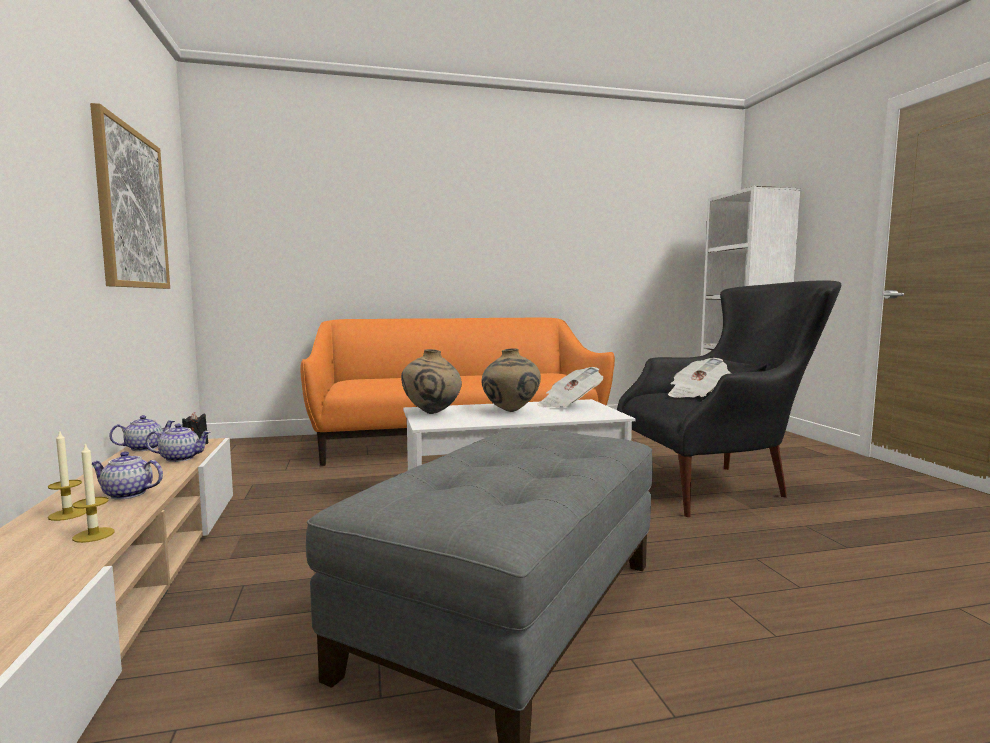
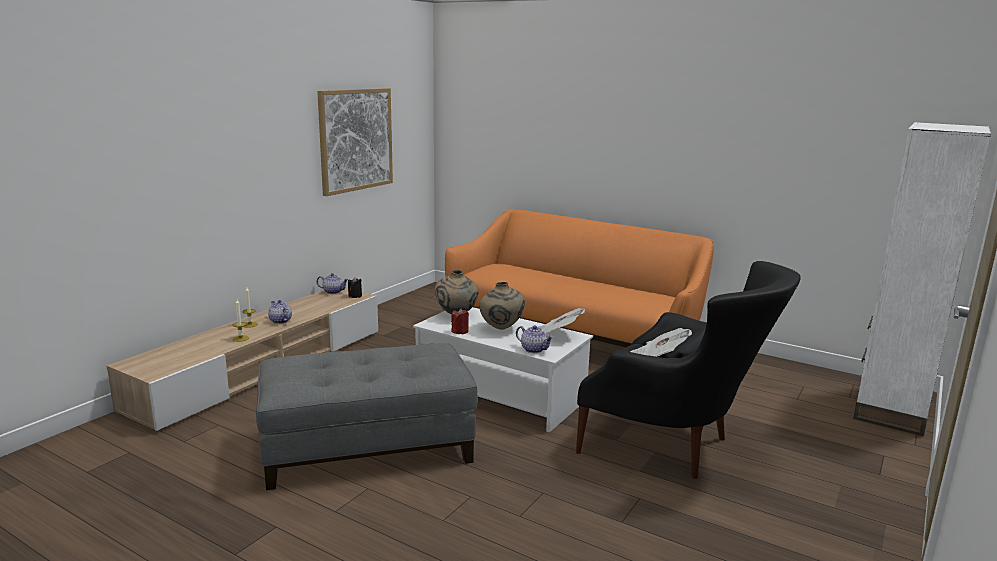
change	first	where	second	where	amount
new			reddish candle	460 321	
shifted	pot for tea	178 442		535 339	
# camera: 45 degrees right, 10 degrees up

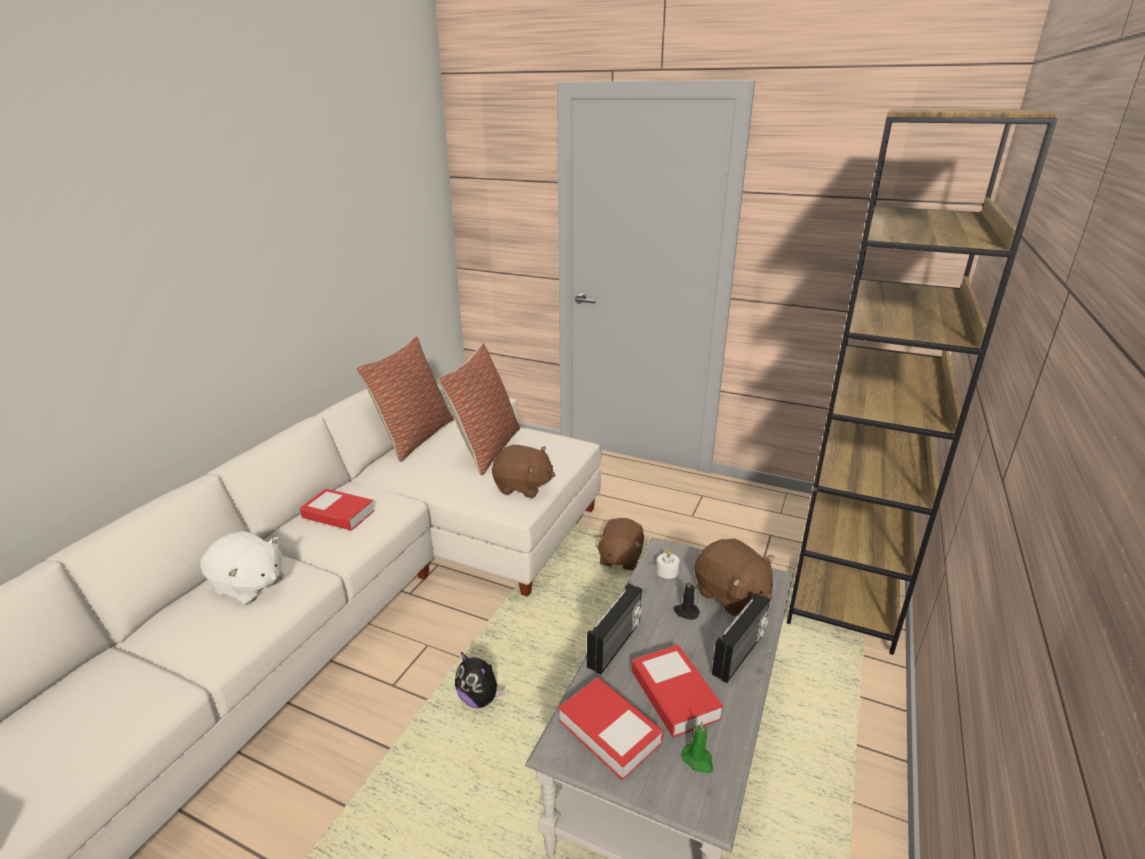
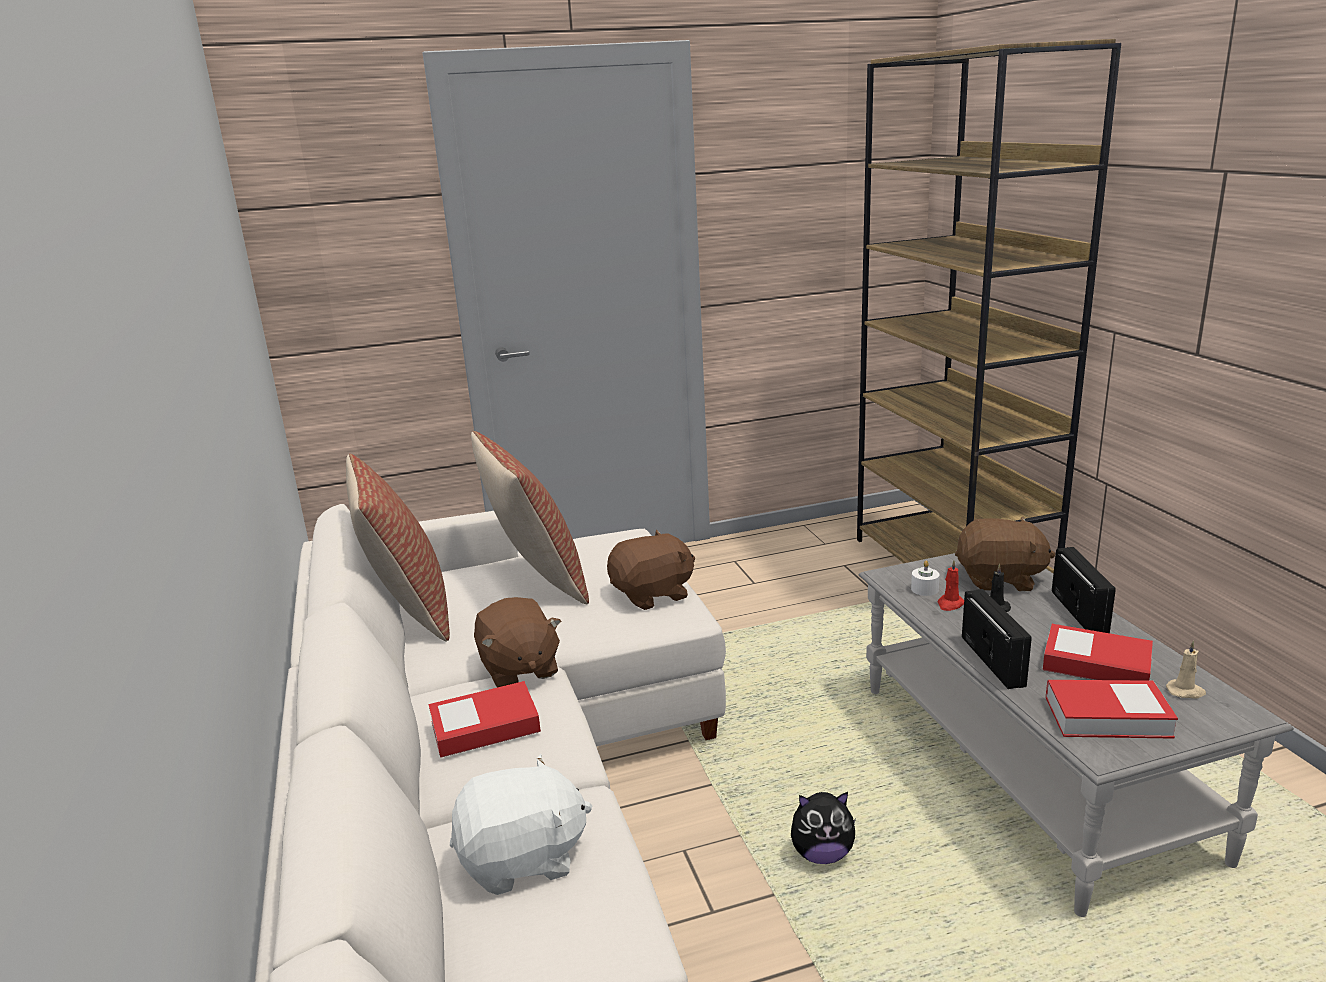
change	first	where	second	where	amount
new			reddish candle	951 585	
shifted	brownish soft toy	619 544		517 642	
repainted	greenish candle	697 747	beige-coloured candle	1186 669	
# camera: 40 degrees left, 5 degrees down

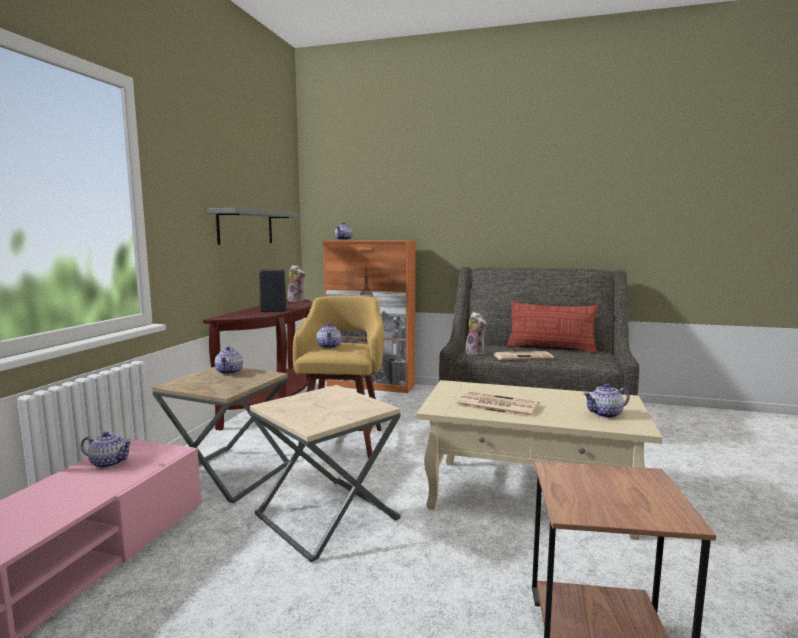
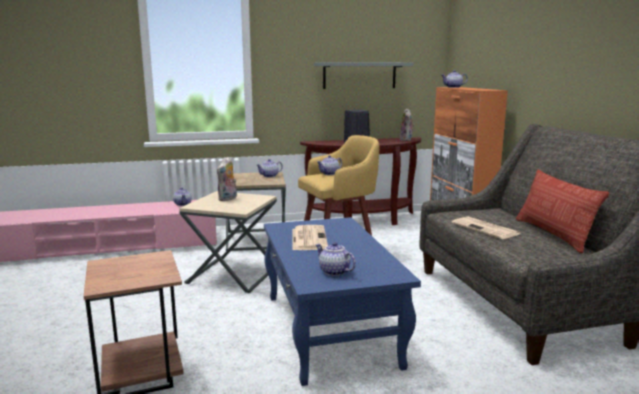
change	first	where	second	where	amount
shifted	soft toy	476 334		227 179	
repainted	beige-coloured coffee table	539 460	blue-coloured coffee table	342 301	
# camera: 60 degrees right, 5 degrees up

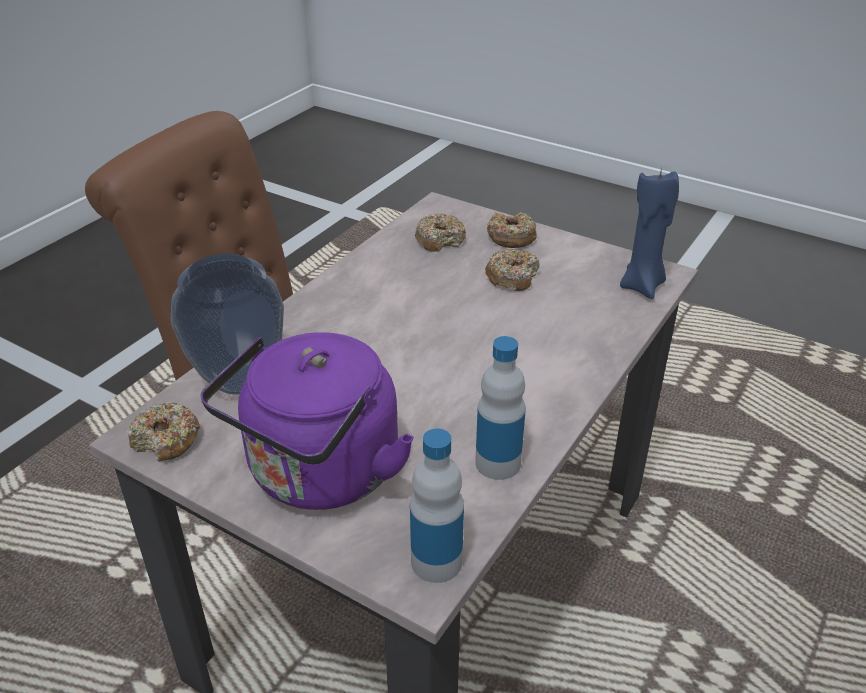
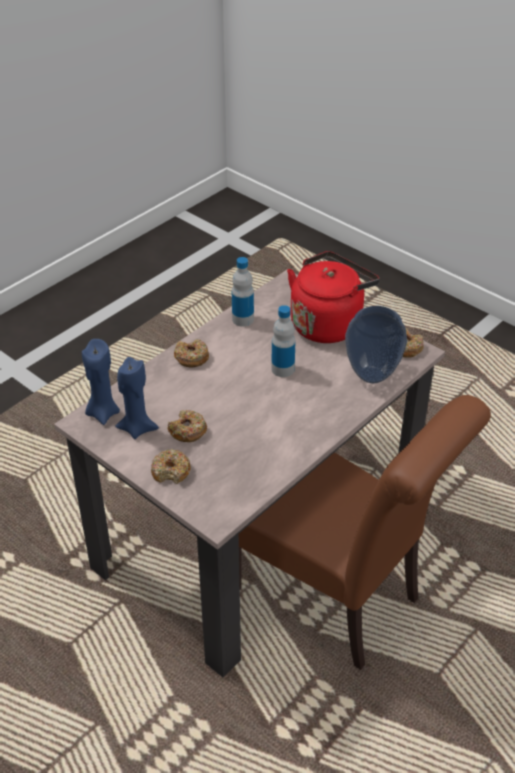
change	first	where	second	where	amount
new			blue-coloured candle	137 398	
shifted	beverage bottle	437 505		283 341	
shifted	ring doughnut	440 232		191 353	
repainted	purplish kettle	307 421	reddish kettle	333 297	
# camera: 170 degrees left, 5 degrees up

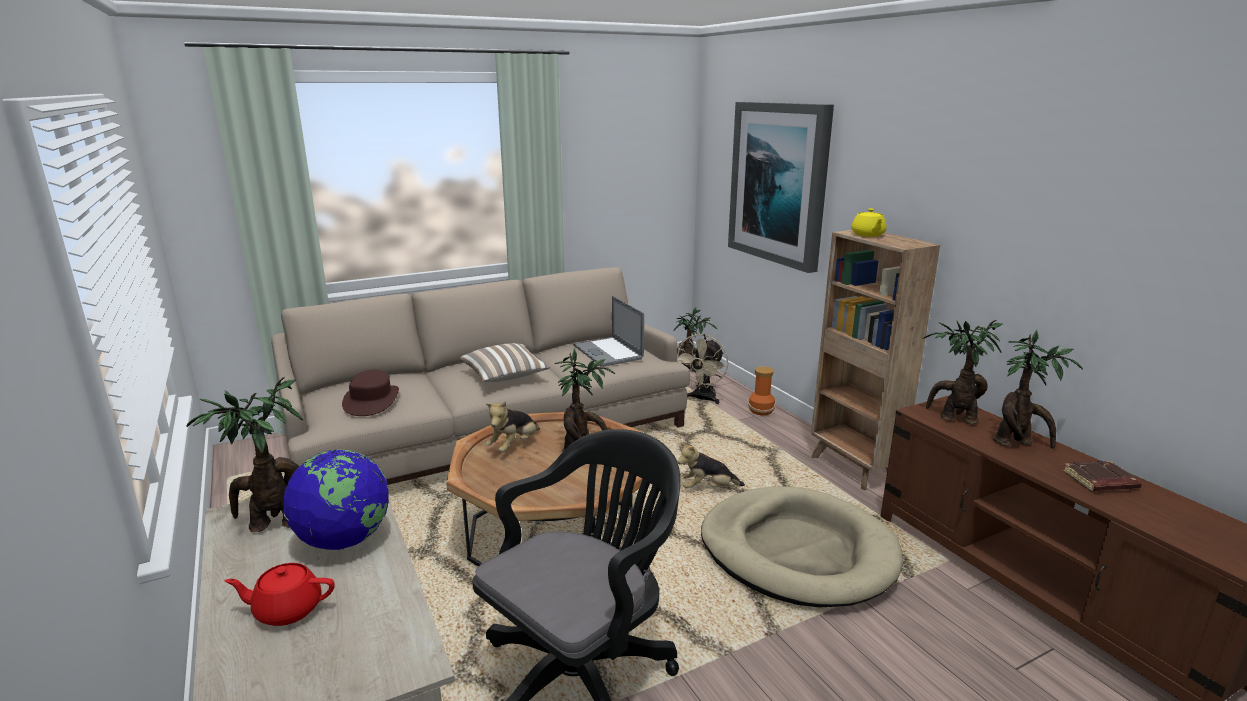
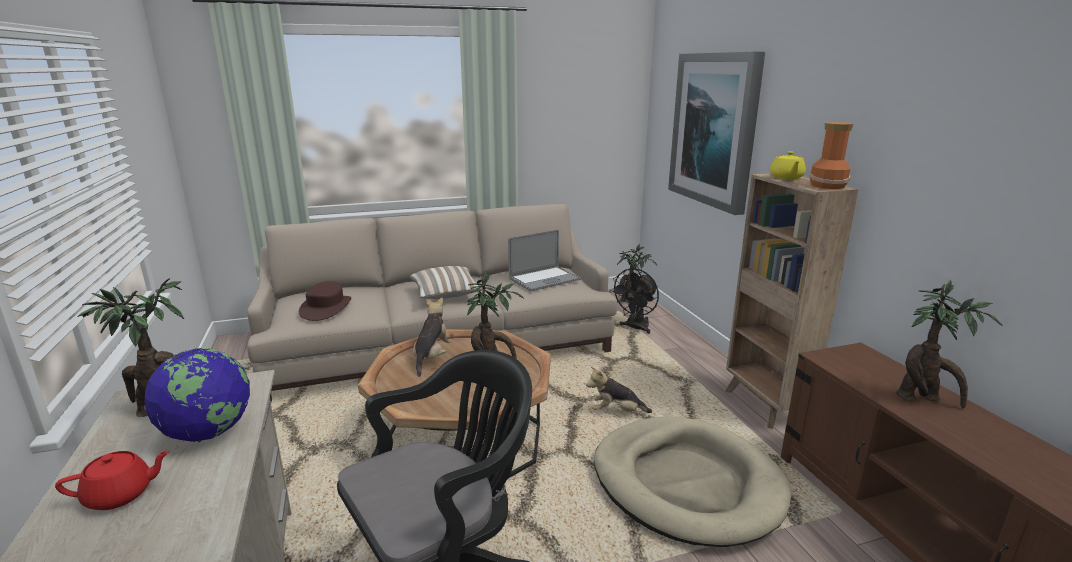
change	first	where	second	where	amount
gone	plant in a pot	962 372			
gone	brownish book	1102 476			
shifted	decorative vase	761 390		831 155	
repainted	beige-coloured electric fan	702 369	black-coloured electric fan	634 301	
rotated	reddish pot for tea	279 594		112 480	150 degrees clockwise
rotated	soft toy	513 427		432 337	150 degrees clockwise
rotated	notebook computer	608 331		544 260	105 degrees counterclockwise
# camera: 10 degrees right, 0 degrees up

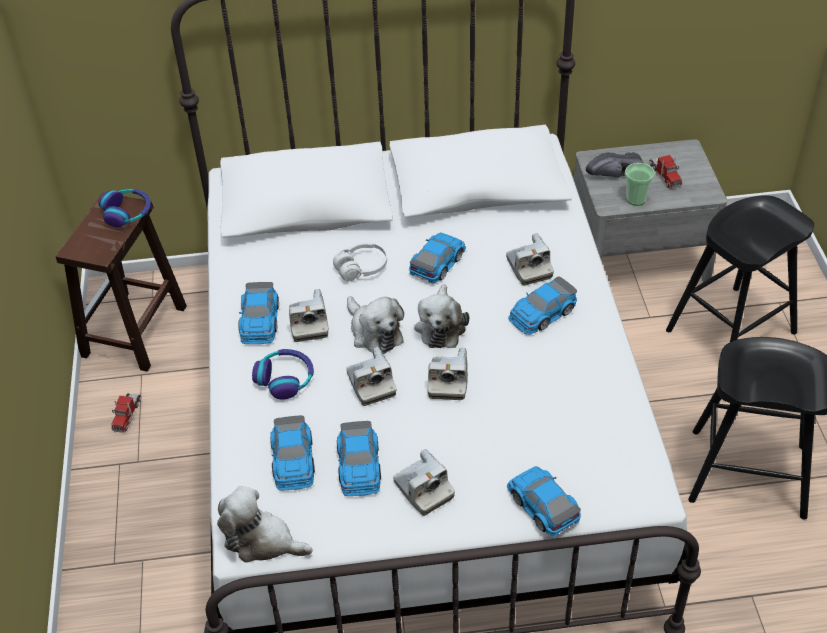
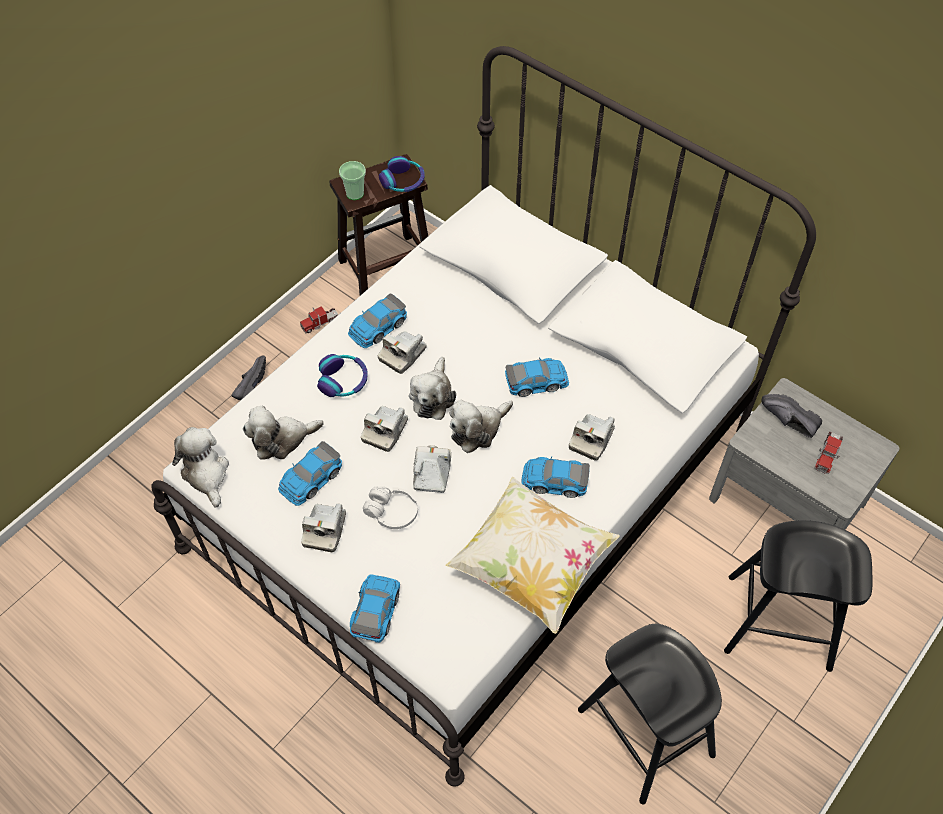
change	first	where	second	where	amount
new			black-coloured shoe	249 378	
new			throw pillow	532 555	
shifted	white-coloured headphones	360 262		390 507	
shifted	drinking cup	640 184		352 180	
swapped	miniature car	292 453	soft toy	283 433	
rotated	still camera	448 373		432 469	135 degrees clockwise
# camera: 45 degrees right, 10 degrees up

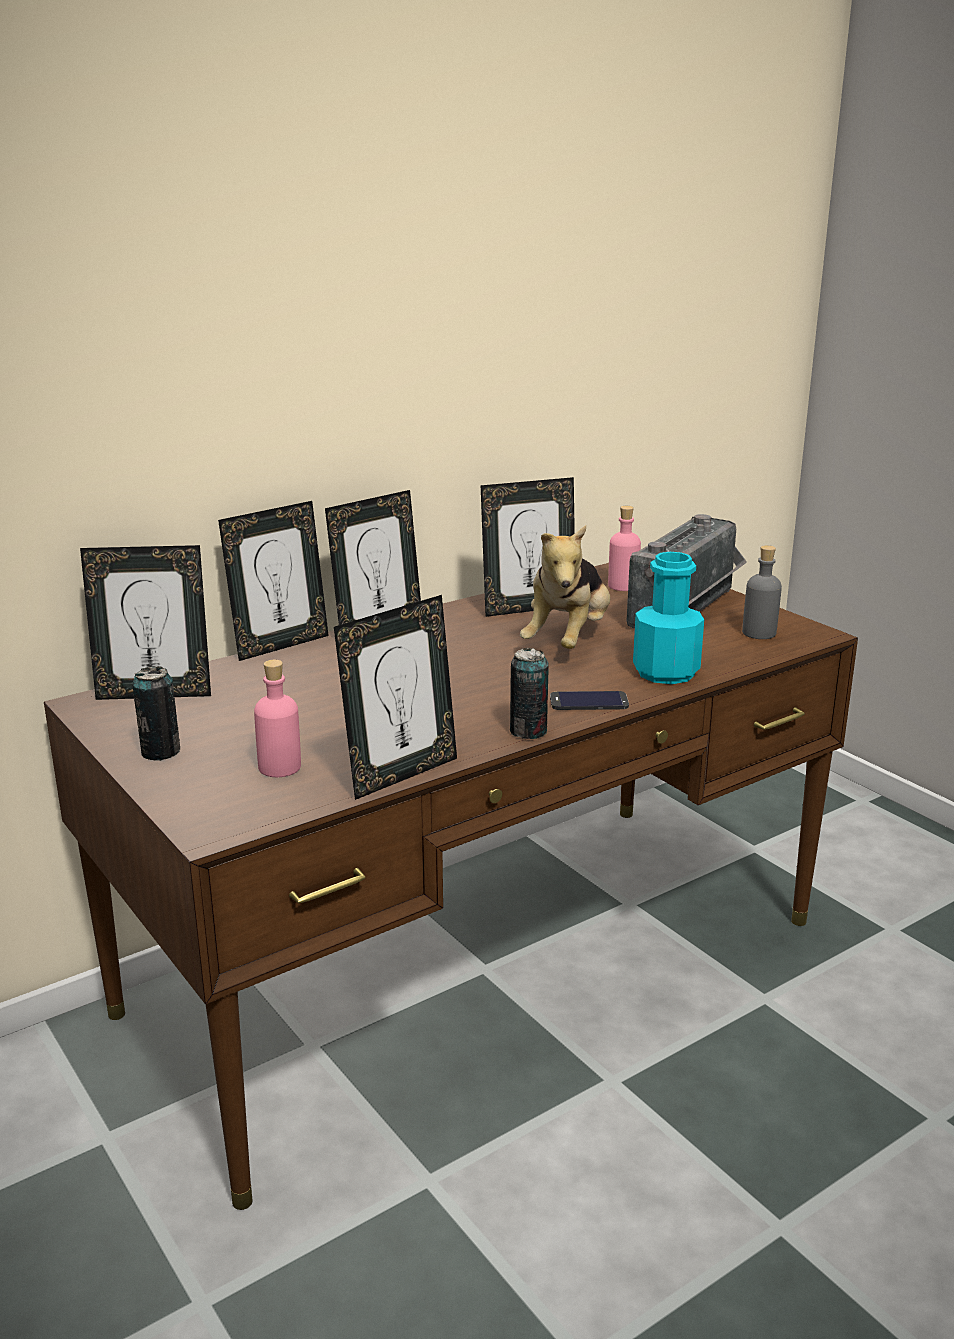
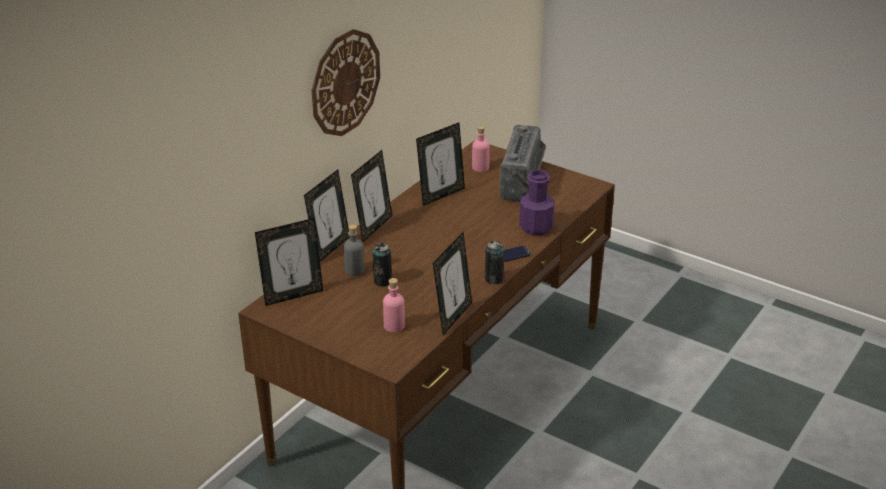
change	first	where	second	where	amount
gone	soft toy	565 587			
new			hanging clock	346 82	
shifted	sealed can	156 713		382 265	
shifted	greyish beverage bottle	762 592		354 250	
repainted	blue-green beverage bottle	668 618	purplish beverage bottle	537 203	
# camera: 20 degrees left, 10 degrees up

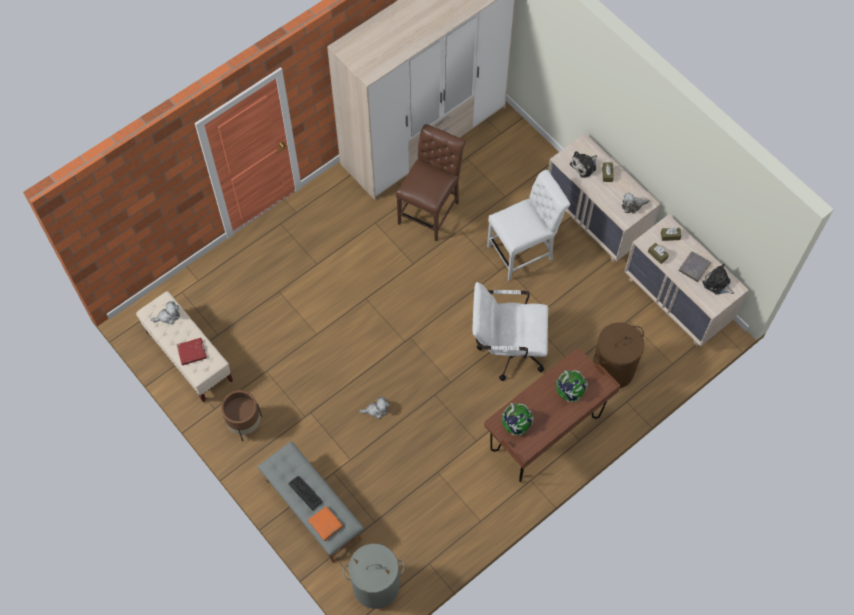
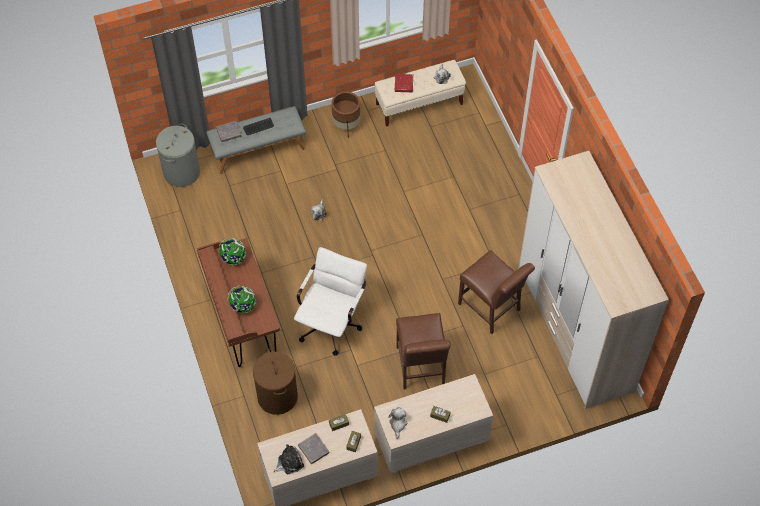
change	first	where	second	where	amount
gone	soft toy	583 164			
repainted	orange book	325 523	greyish book	229 131	
repainted	white-coloured upright chair	528 225	brownish upright chair	423 351	
# camera: 110 degrees right, 5 degrees down

